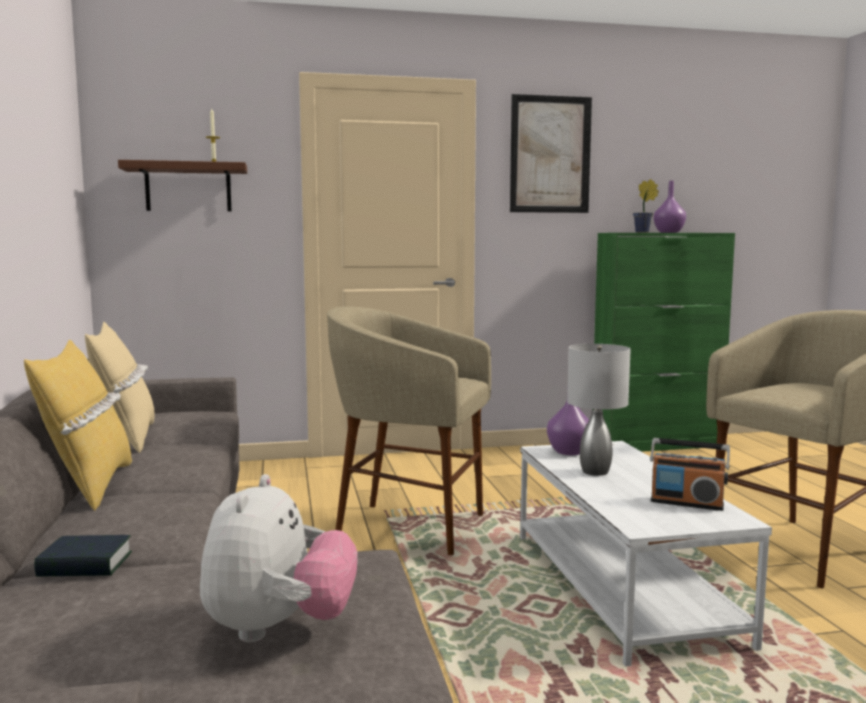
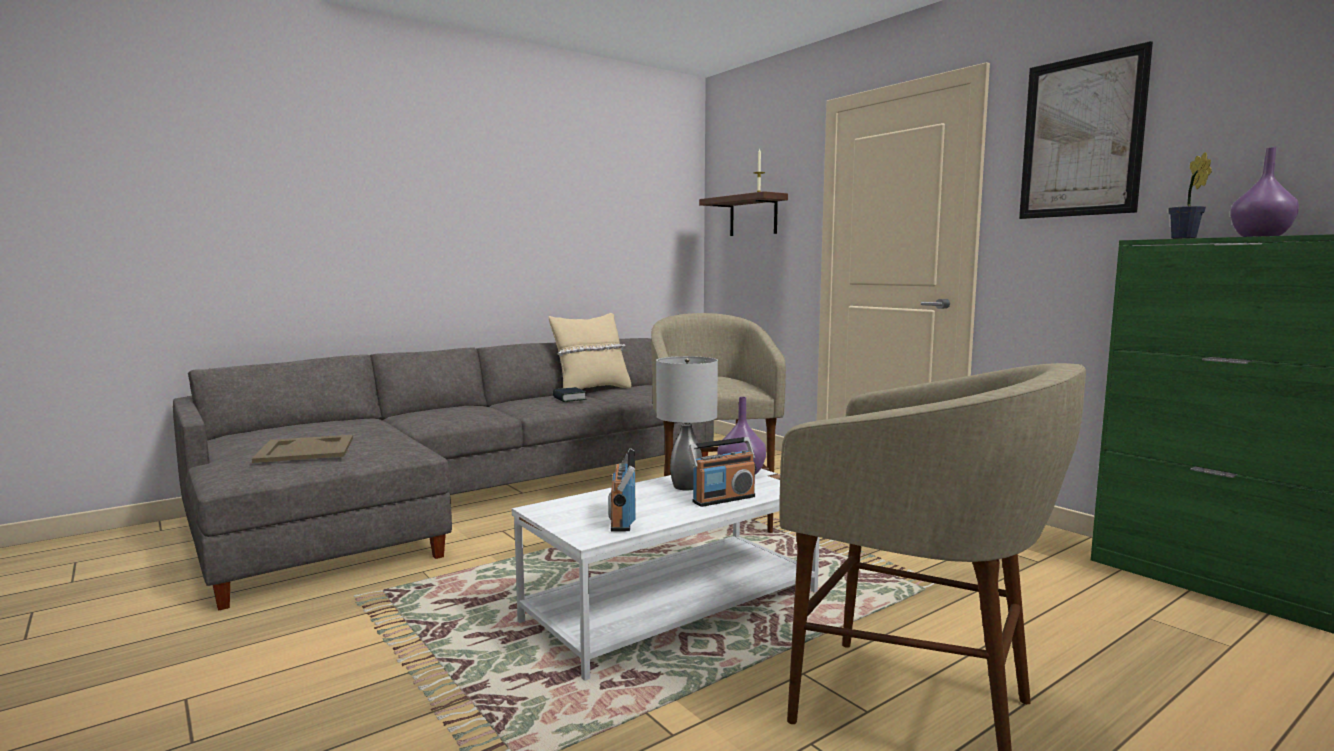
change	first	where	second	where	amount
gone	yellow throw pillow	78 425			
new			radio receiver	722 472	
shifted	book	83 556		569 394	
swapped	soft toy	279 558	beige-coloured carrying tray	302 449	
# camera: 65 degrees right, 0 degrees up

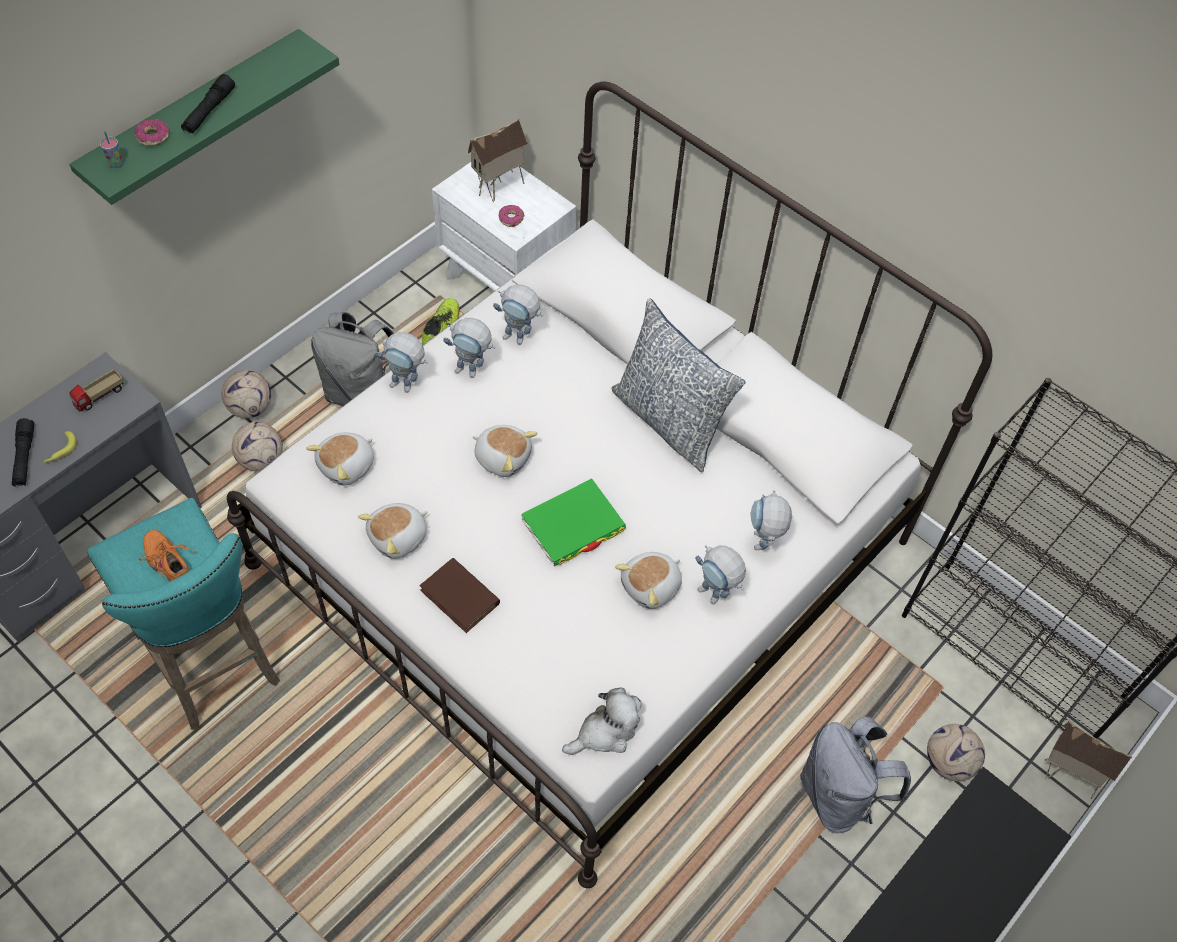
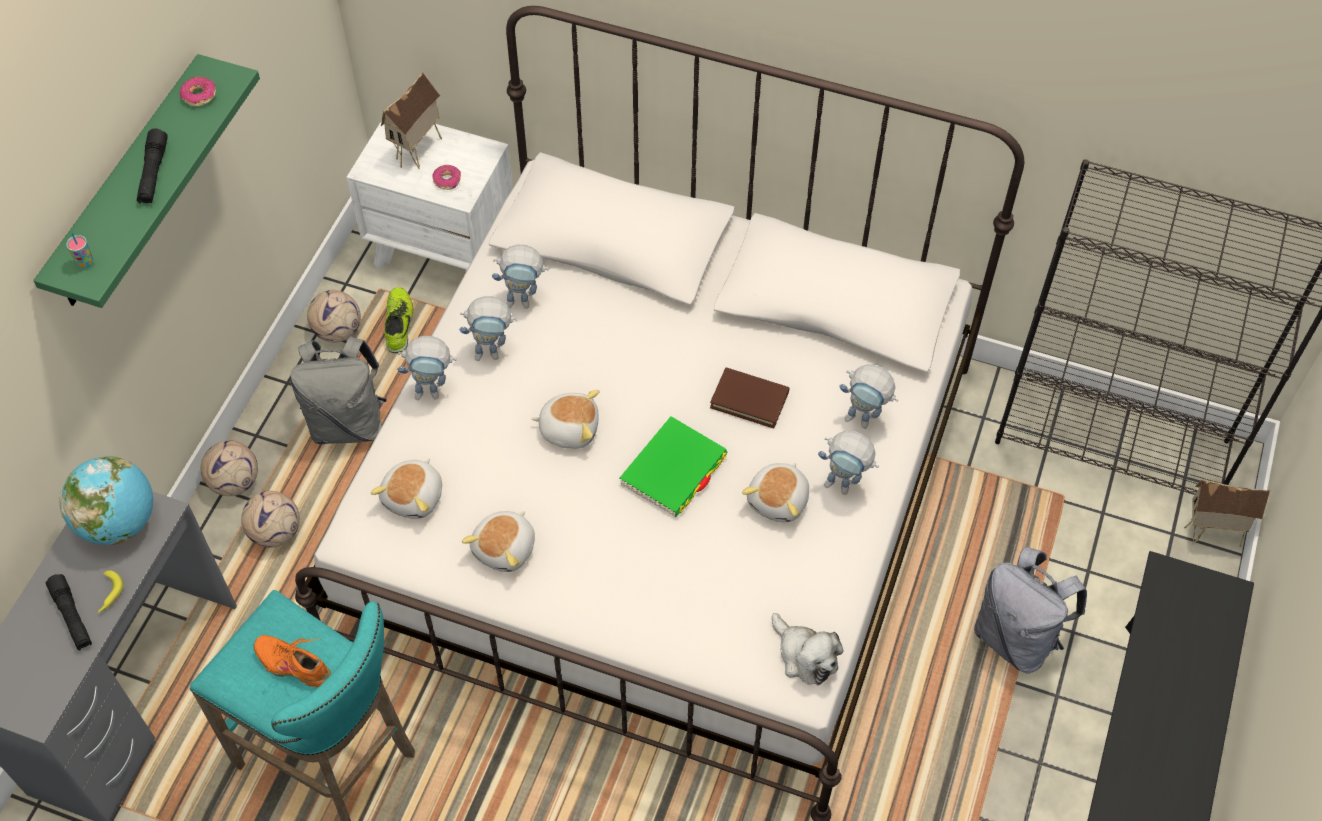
change	first	where	second	where	amount
gone	throw pillow	678 385			
shifted	ring doughnut	151 132		198 91	
shifted	brownish book	460 595		749 398	
shifted	football ball	956 752		334 316	
swapped	model truck	96 390	globe	106 500	
rotated	soft toy	602 721		807 649	105 degrees clockwise
rotated	toy robot	771 520		868 396	45 degrees counterclockwise
# camera: 20 degrees left, 0 degrees up

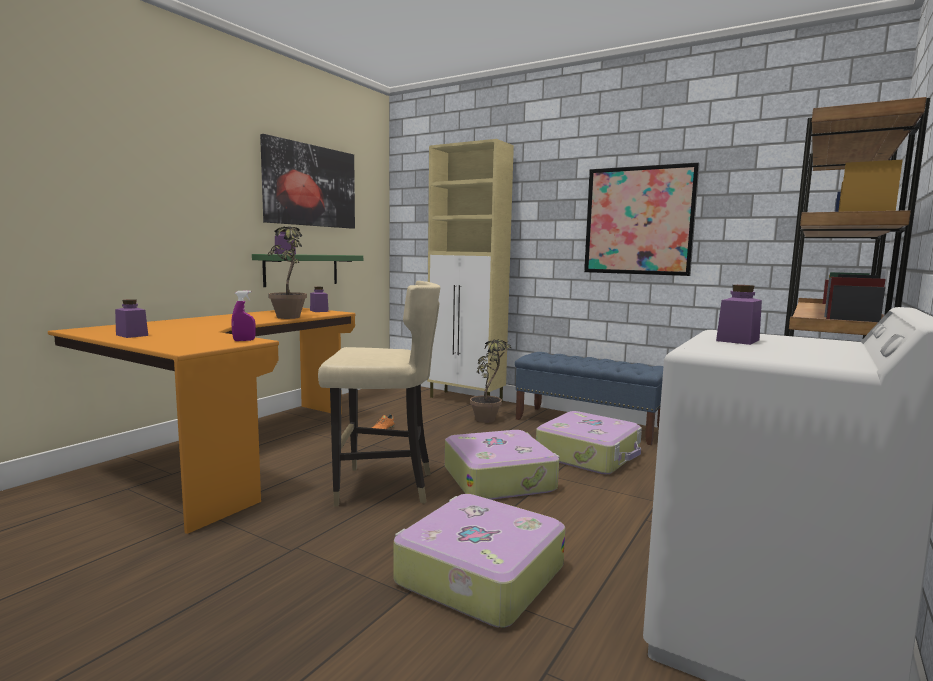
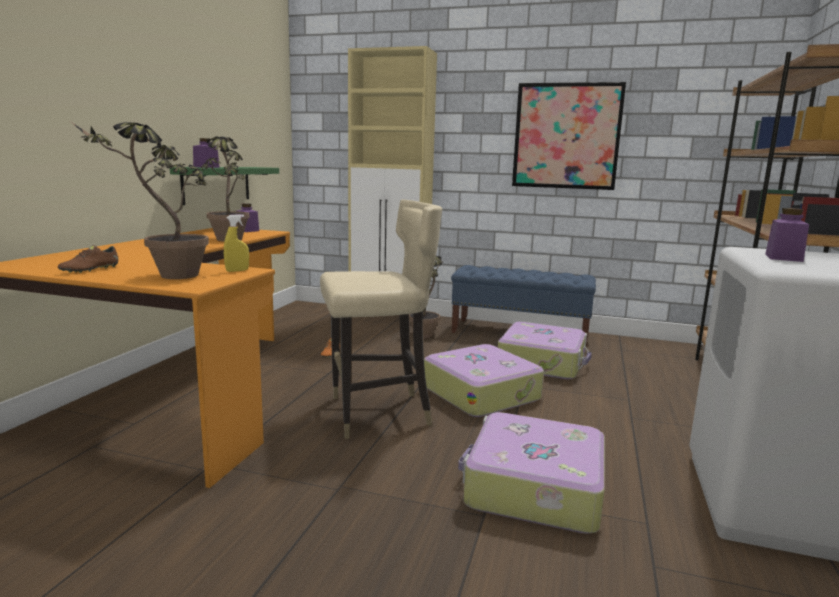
change	first	where	second	where	amount
gone	picture	307 181			
new			plant in a pot	139 200	
swapped	purplish preserve jar	131 318	brownish shoe	88 259	
repainted	purplish sprayer	244 315	yellow sprayer	236 243	
# camera: 15 degrees left, 5 degrees up

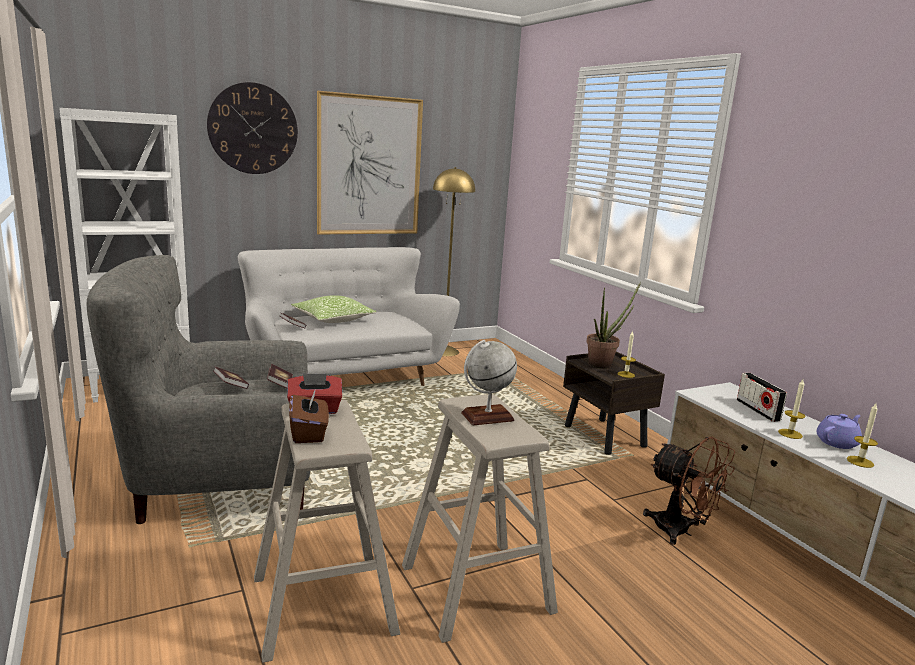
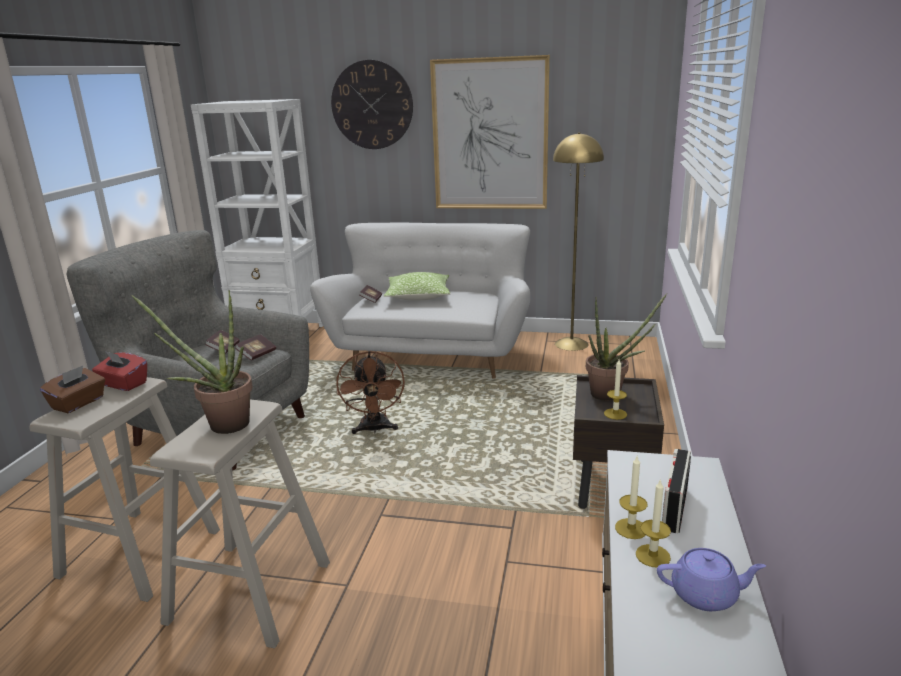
change	first	where	second	where	amount
shifted	brownish electric fan	689 491		370 392	
shifted	candle	862 435		631 497	
swapped	globe	489 383	plant in a pot	192 362	
# camera: 40 degrees right, 5 degrees up

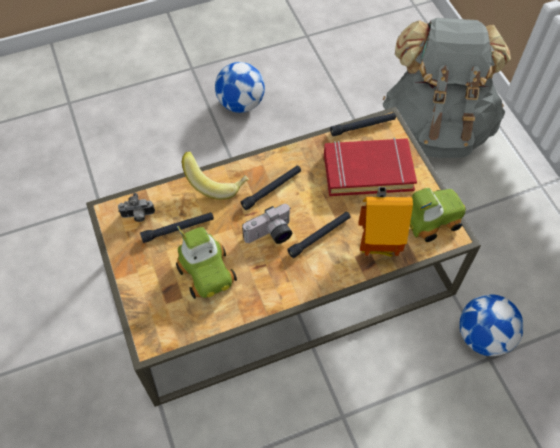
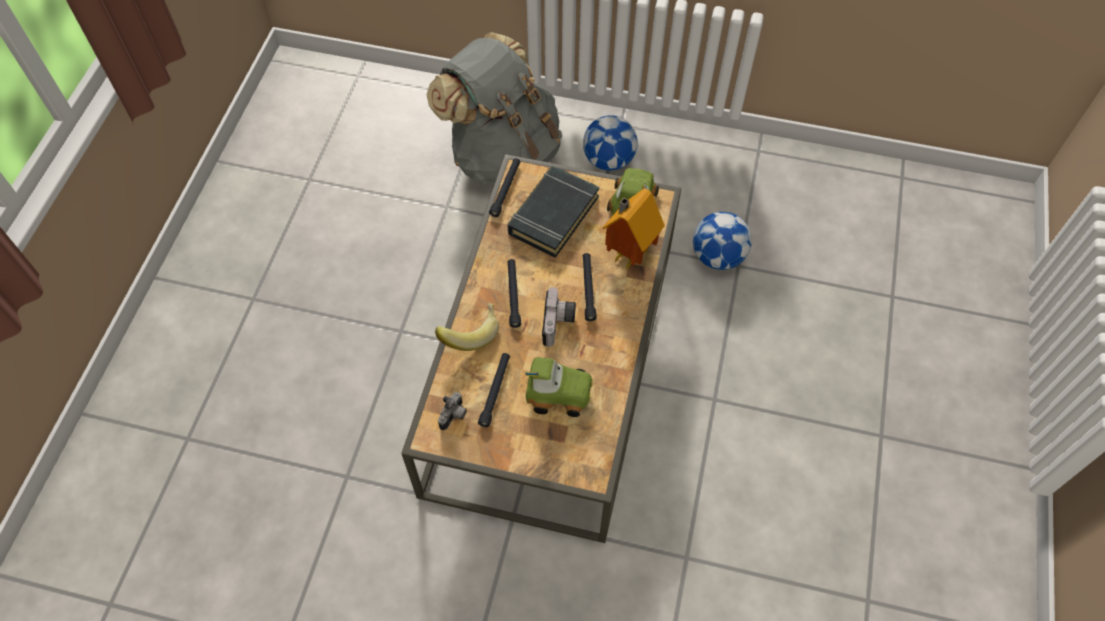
change	first	where	second	where	amount
shifted	football ball	240 87		610 143	
repainted	reddish book	370 166	black-coloured book	553 212	
# camera: 55 degrees left, 0 degrees up

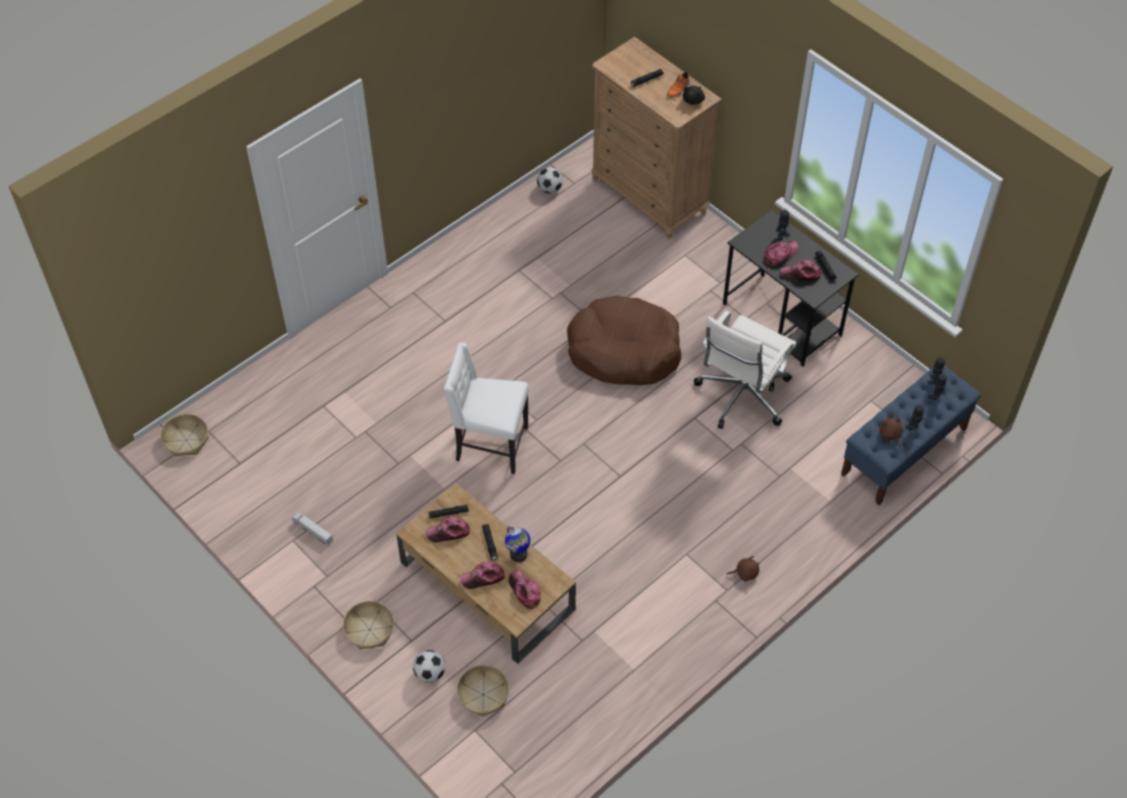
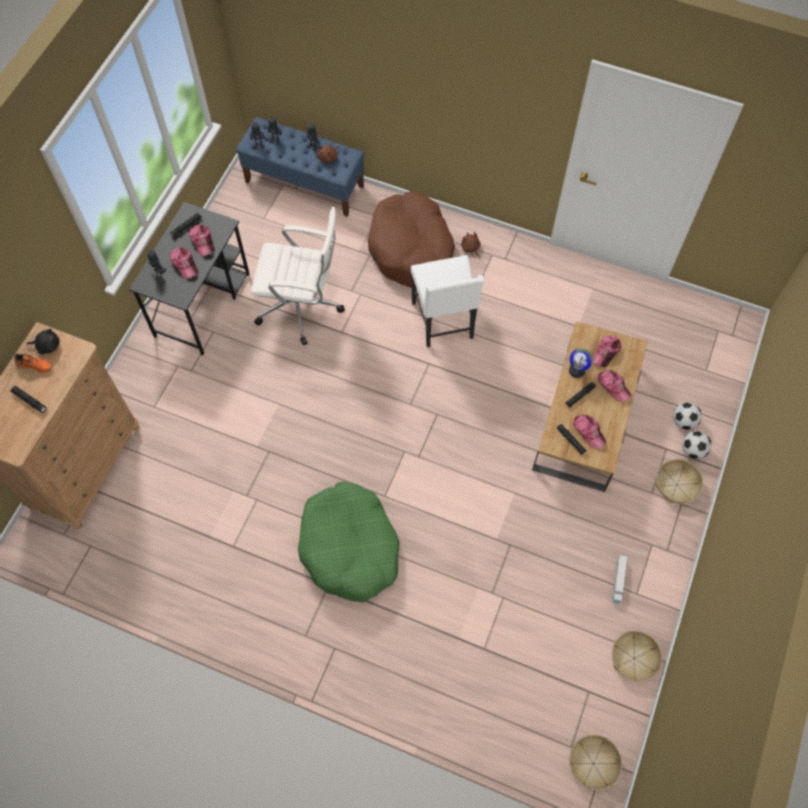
change	first	where	second	where	amount
new			greenish dog bed	349 542	
shifted	white-coloured upright chair	486 408		447 301	
shifted	basket	483 691		637 656	
shifted	football ball	550 180		696 445	
shifted	brownish dog bed	624 340		411 239	
rotated	cap	781 253		184 263	150 degrees counterclockwise
# camera: 115 degrees left, 10 degrees up

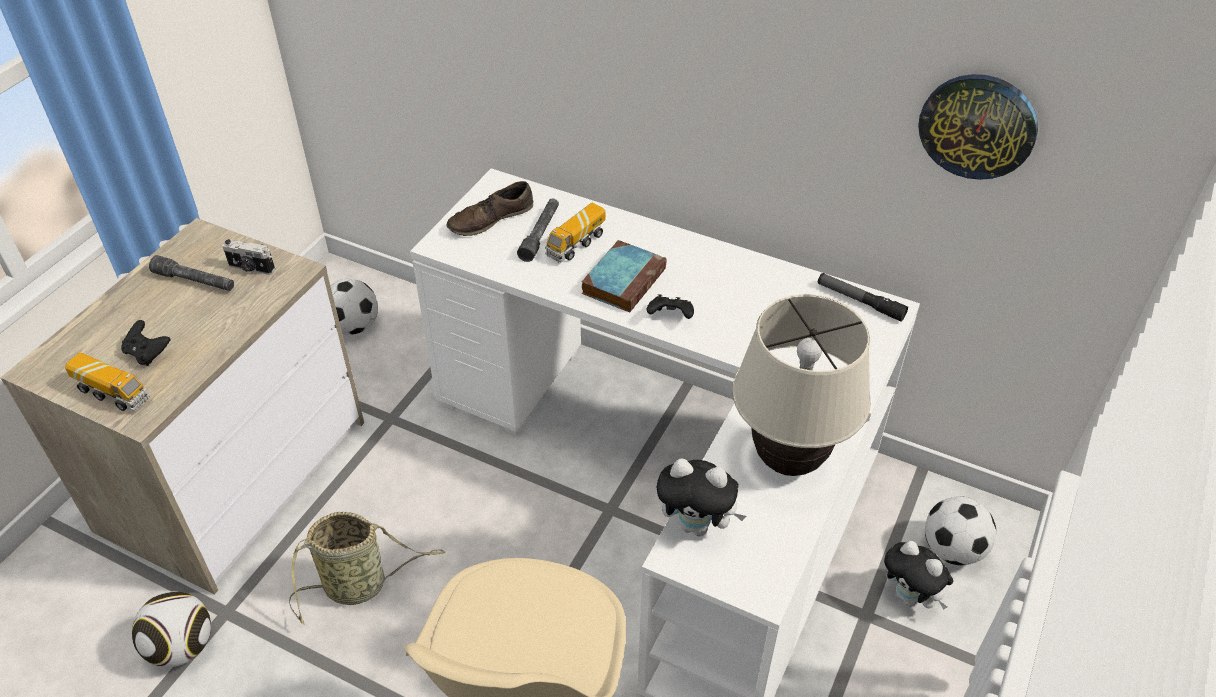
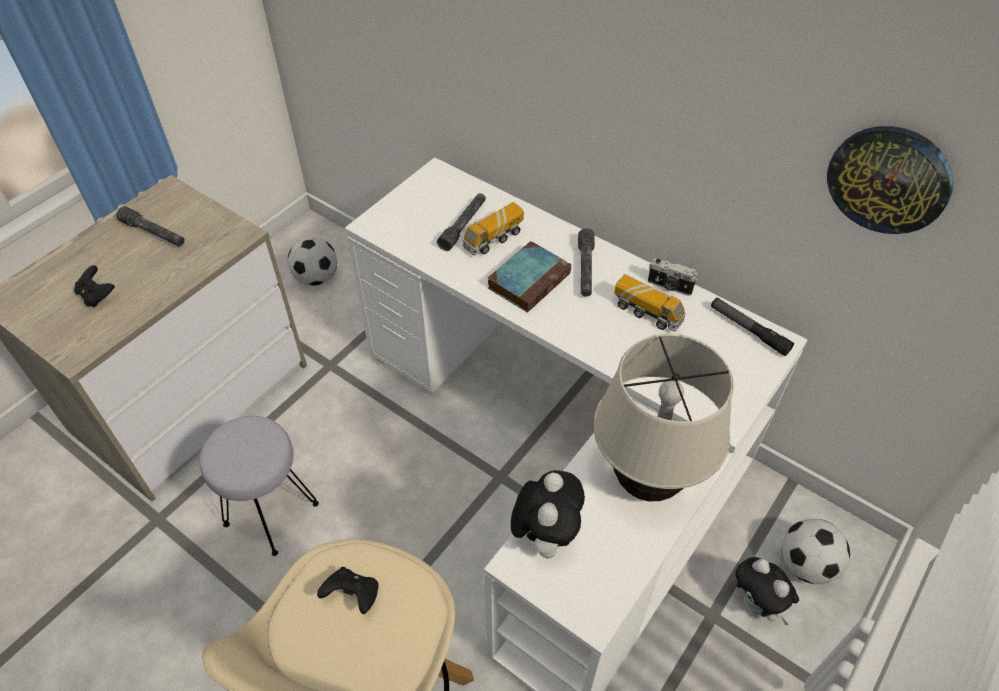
change	first	where	second	where	amount
gone	football ball	171 629			
gone	brownish shoe	490 208			
new			greyish hand torch	586 262	
shifted	model truck	107 382		650 303	
shifted	still camera	248 257		673 277	
shifted	black-coloured joypad	670 306		348 590	
swapped	basket	367 568	greyish stool seat	259 486	
rotated	soft toy	701 497		548 514	105 degrees counterclockwise
# camera: 10 degrees right, 5 degrees up

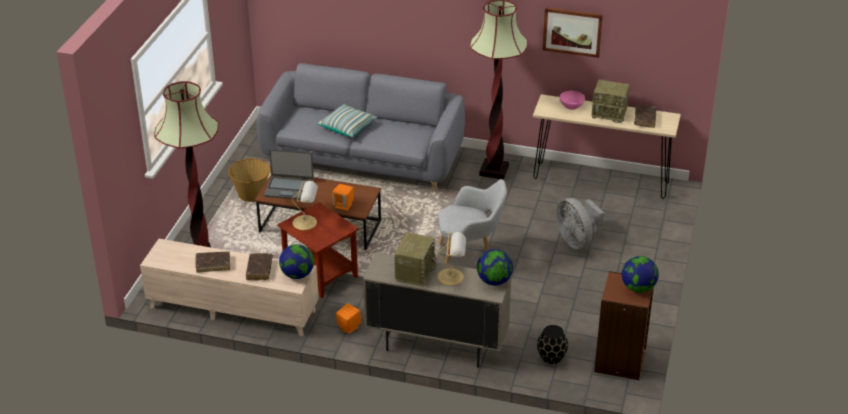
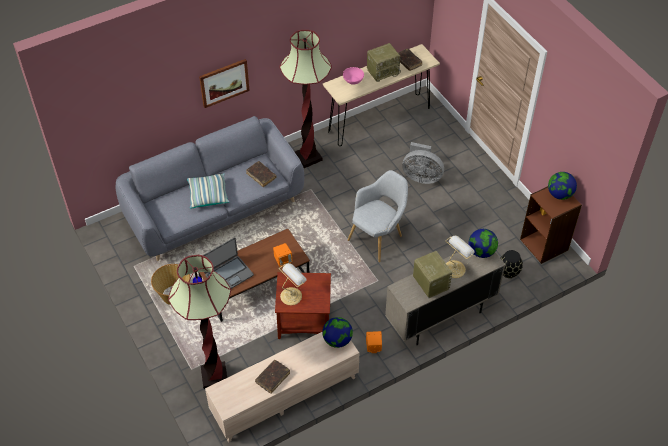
change	first	where	second	where	amount
shifted	brownish book	259 266		261 174	
shifted	picture	573 32		224 83	
# camera: 45 degrees left, 15 degrees up

